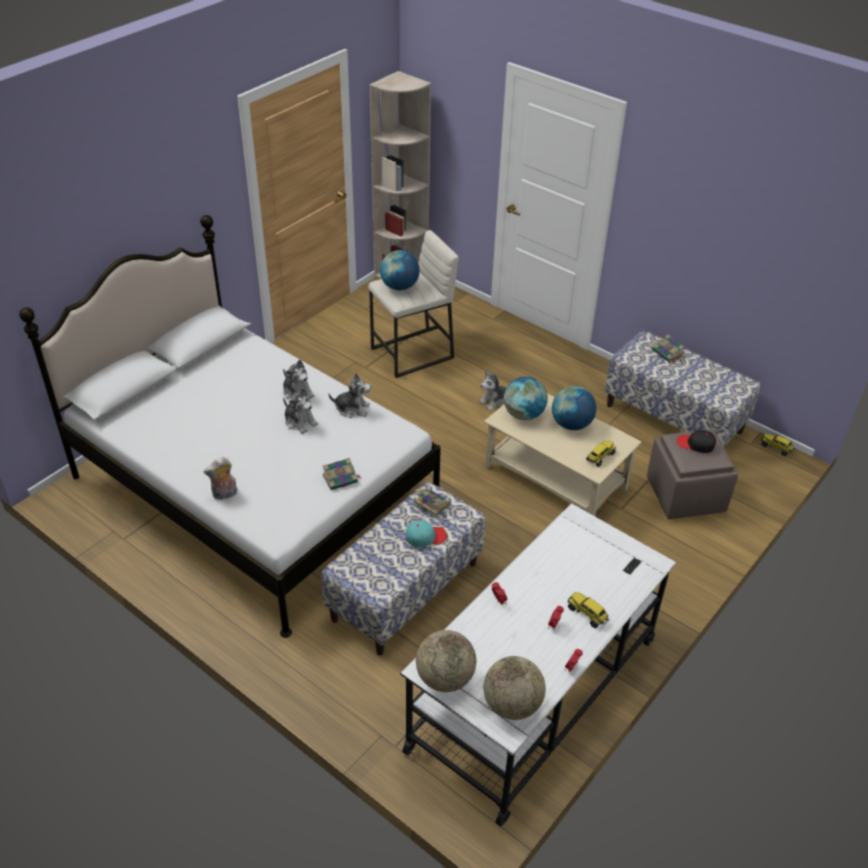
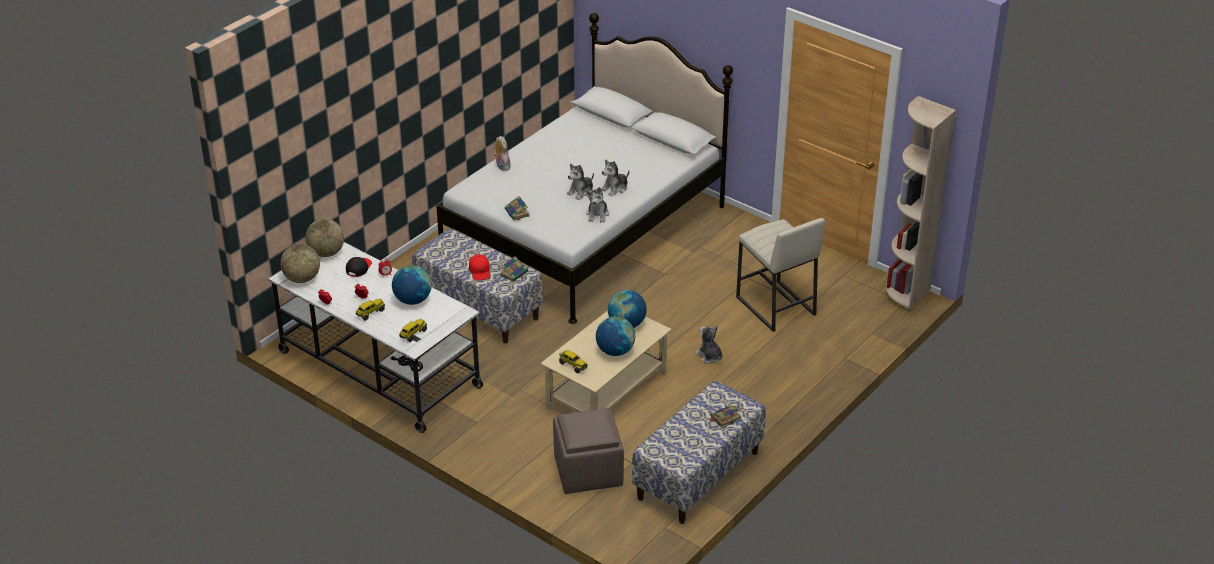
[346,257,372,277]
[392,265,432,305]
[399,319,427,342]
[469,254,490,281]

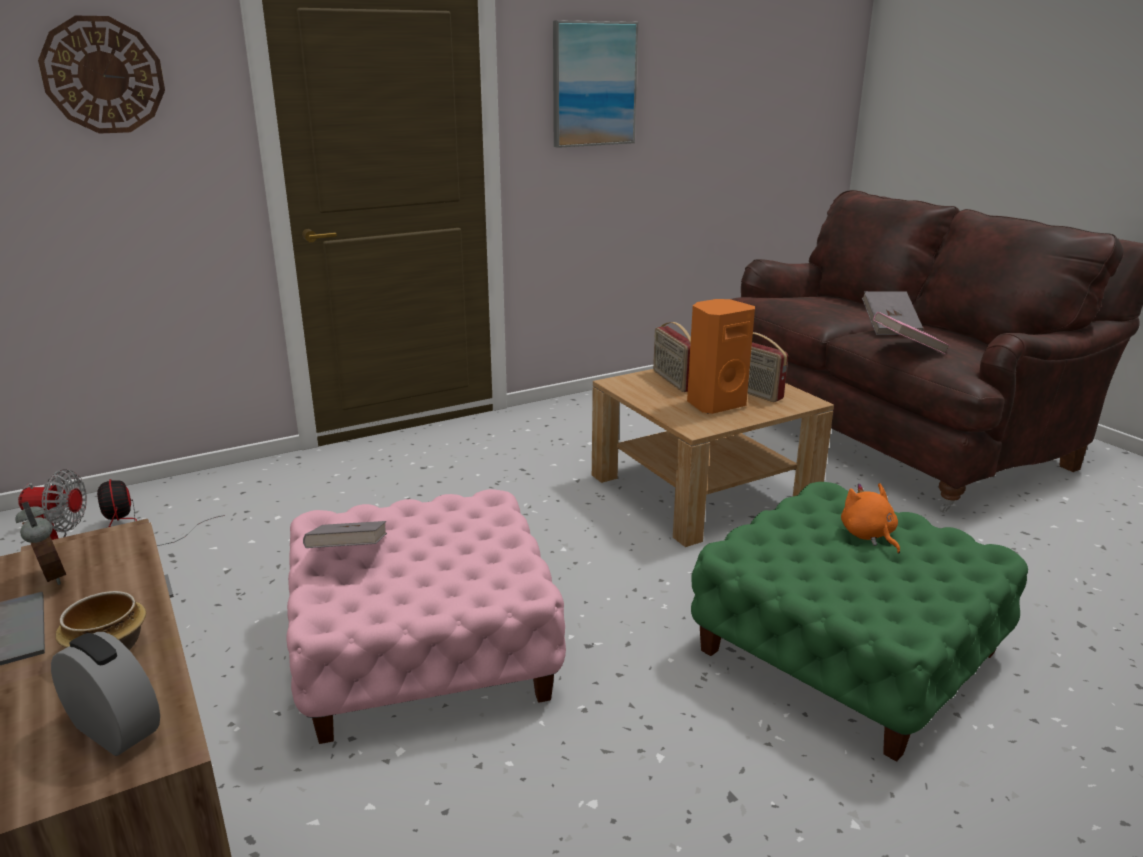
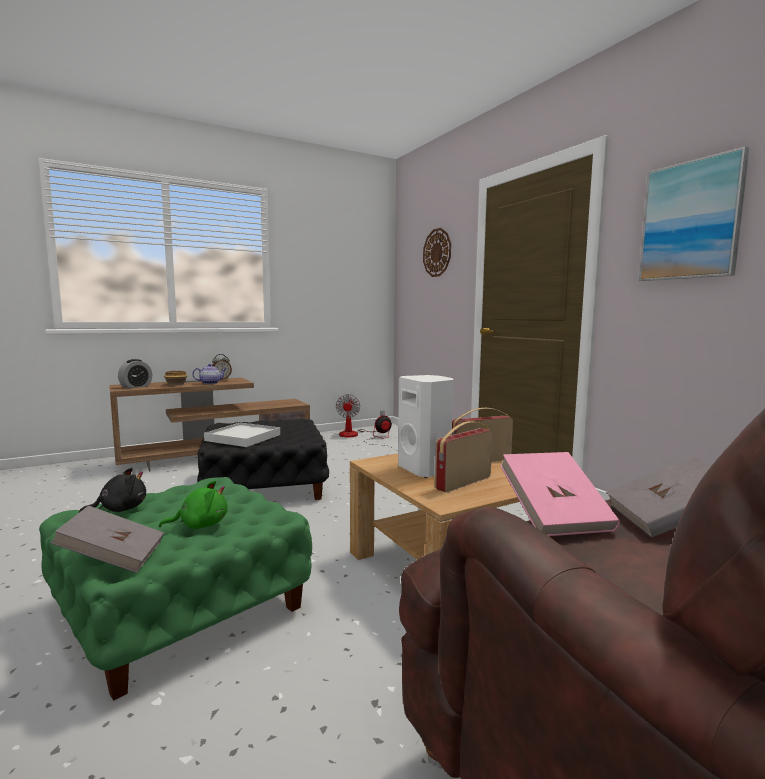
[50,506,164,573]
[79,468,146,512]
[159,481,228,529]
[192,364,227,384]
[197,419,329,500]
[204,423,280,447]
[398,375,453,478]

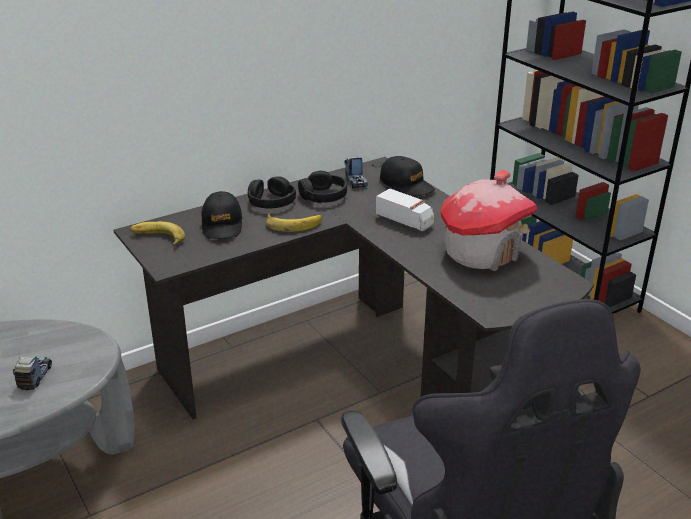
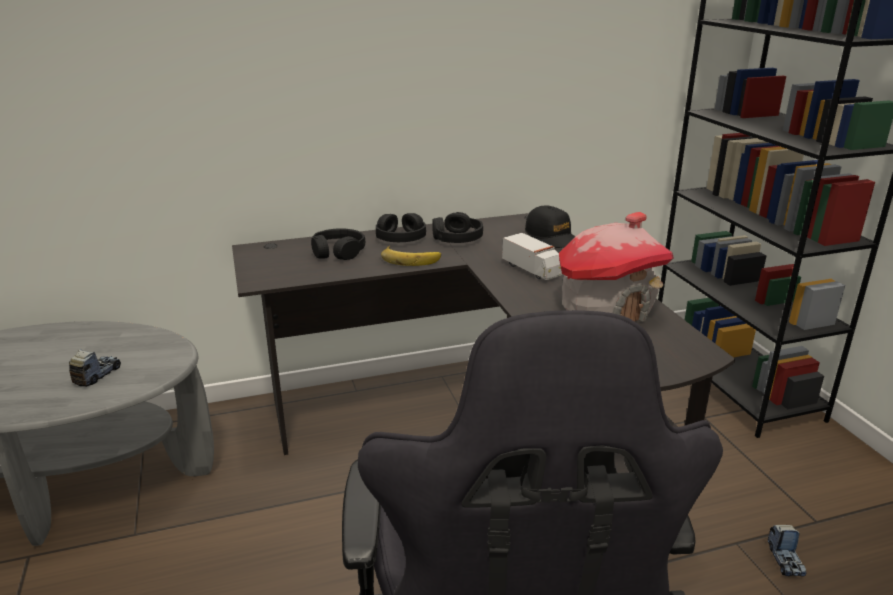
[311,228,365,260]
[768,525,806,577]
[130,221,185,246] (first image)

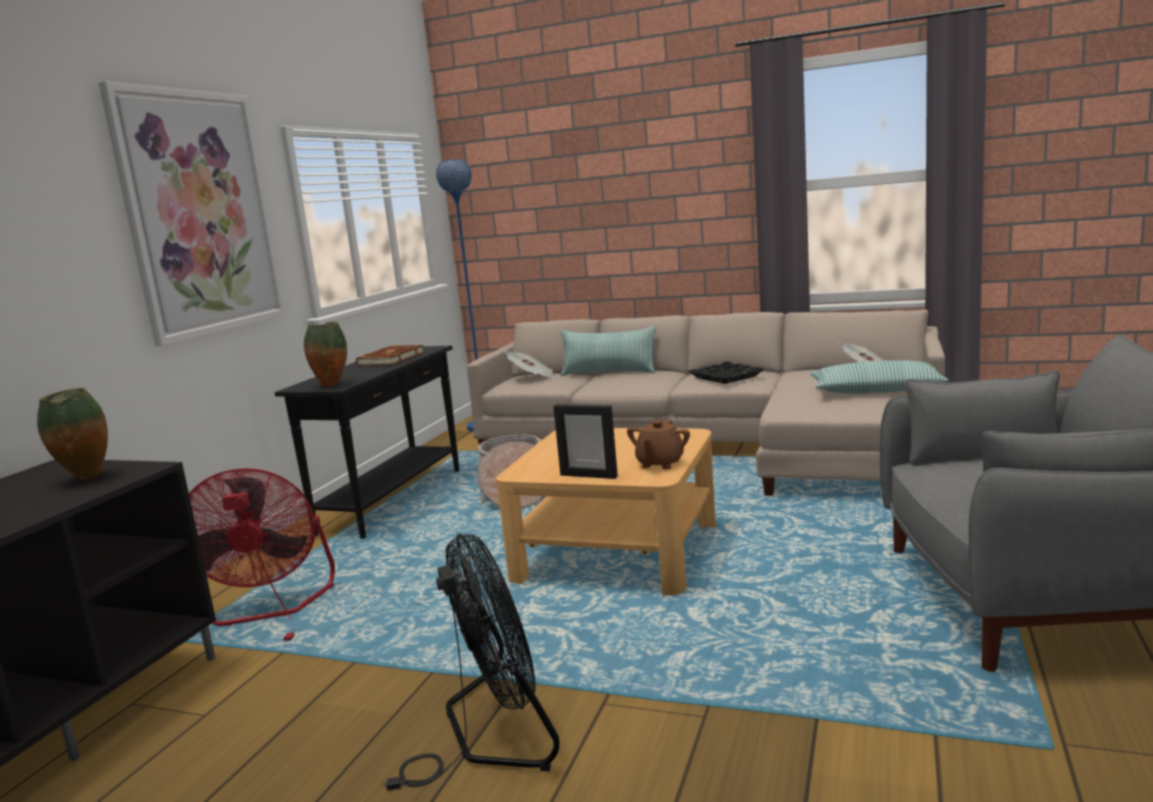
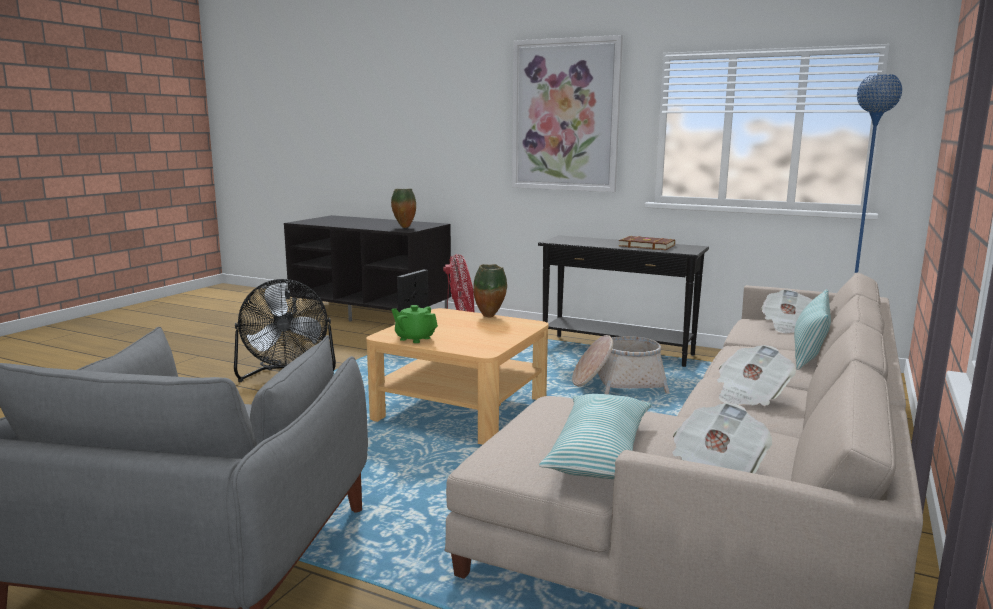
[391,305,438,343]
[473,264,507,318]
[717,345,796,406]

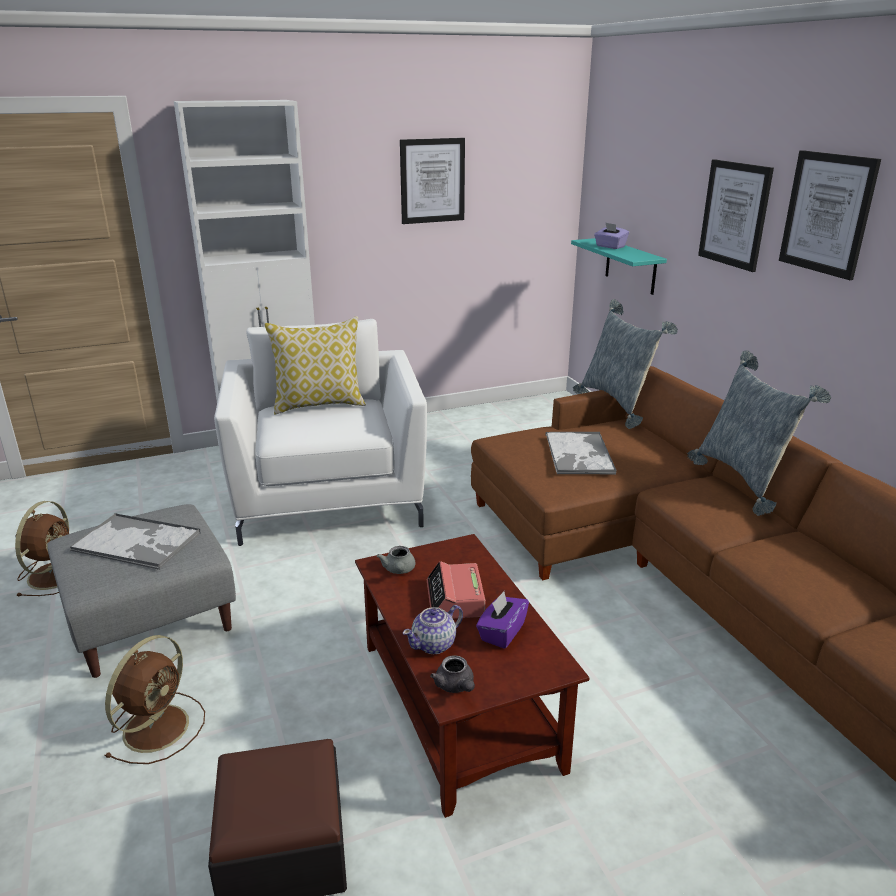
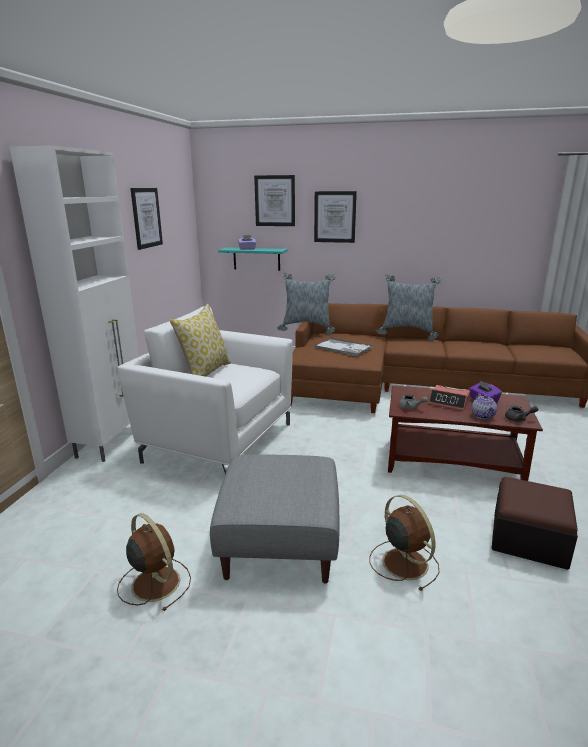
[254,175,295,226]
[69,513,201,570] (first image)

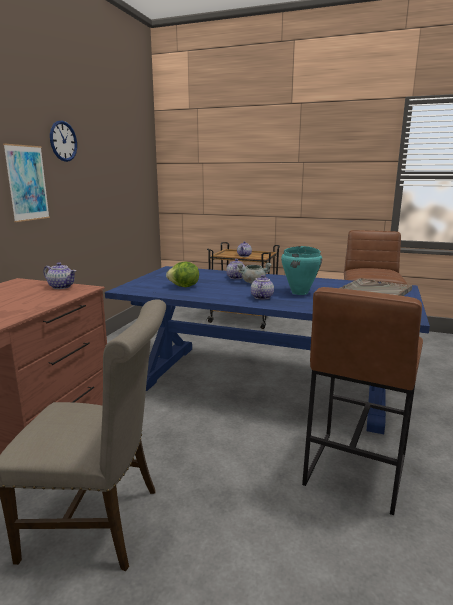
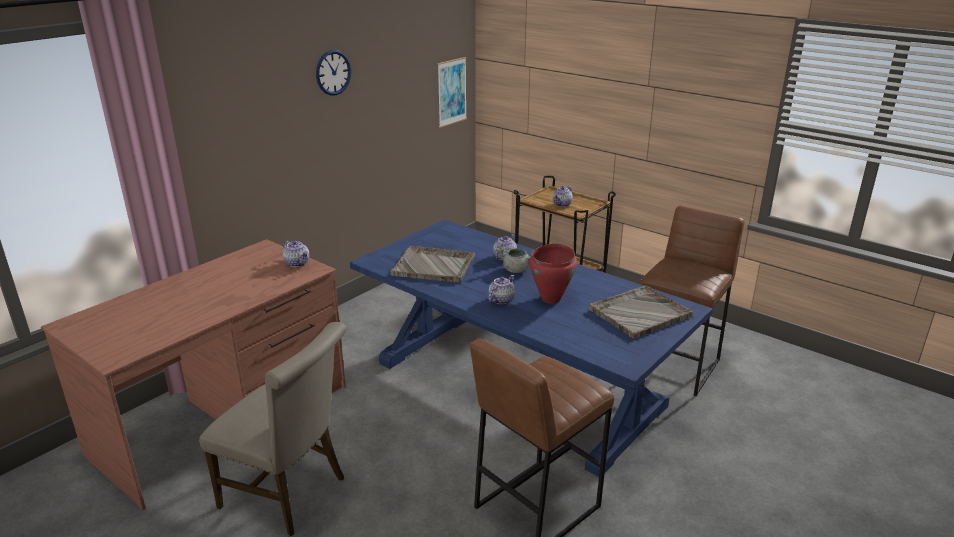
[390,246,475,283]
[438,57,467,128]
[529,244,577,304]

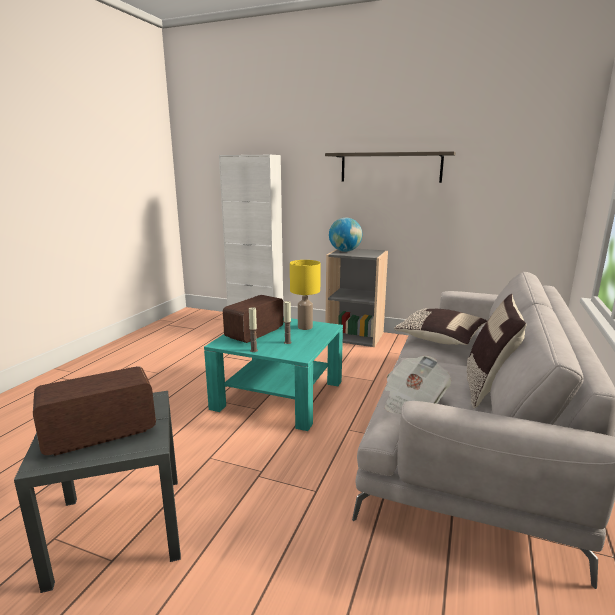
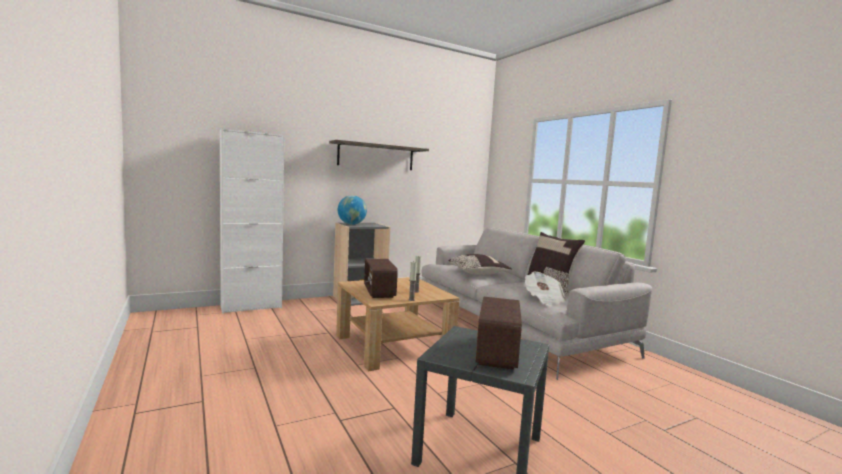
[336,277,459,371]
[290,260,321,330] (first image)

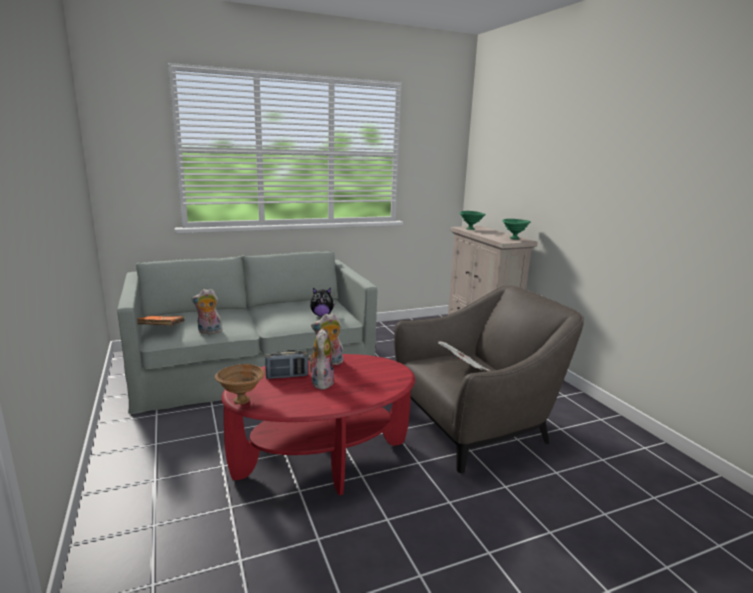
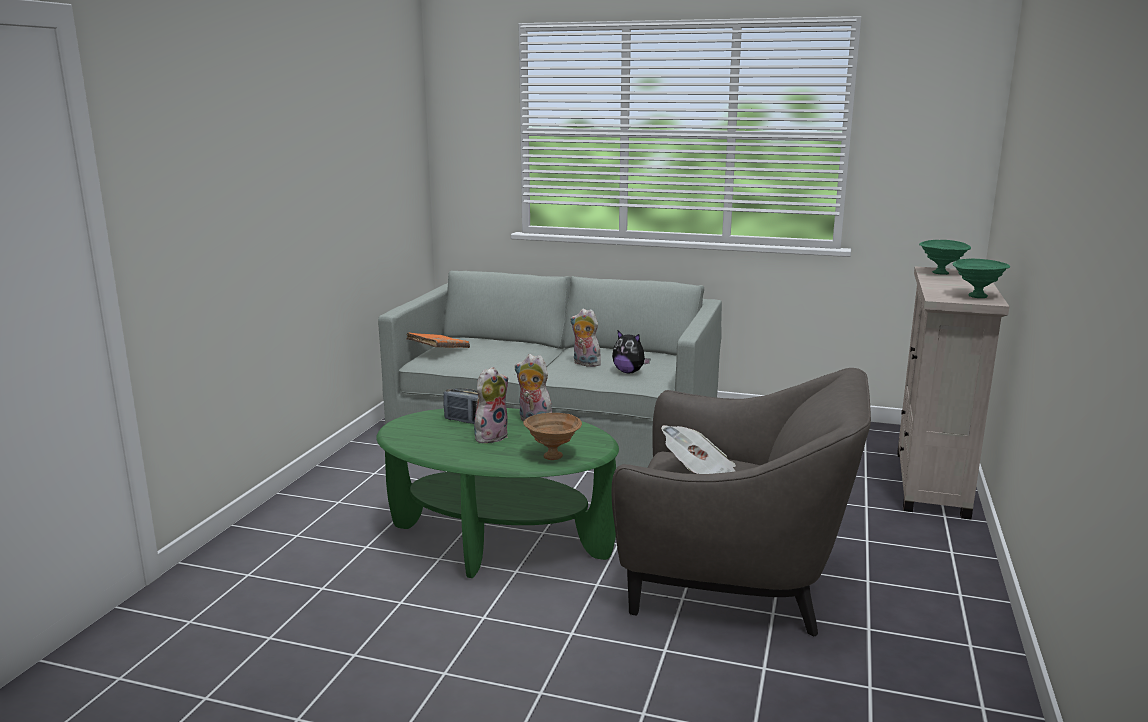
[376,408,619,578]
[523,413,582,460]
[570,309,601,367]

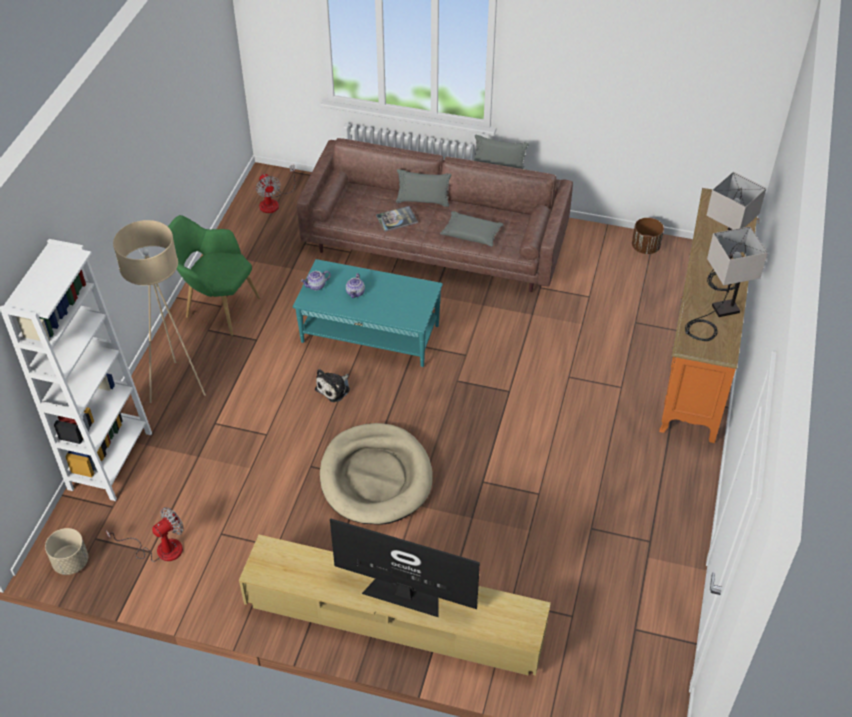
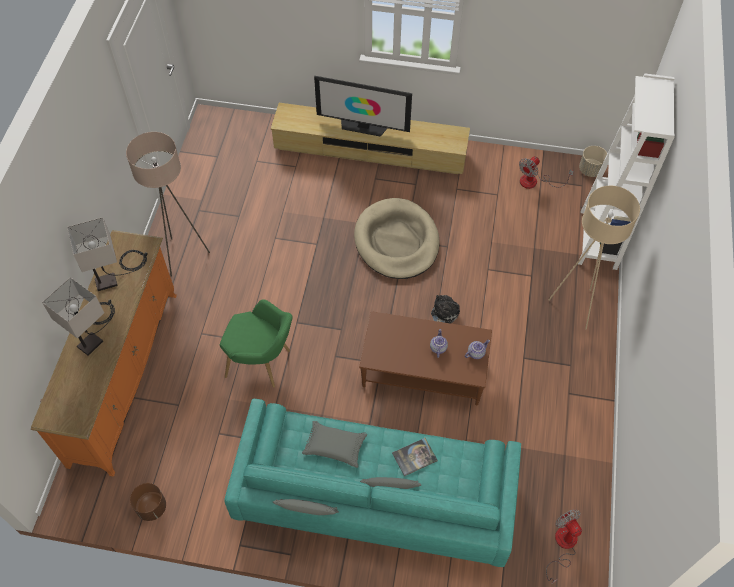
[126,132,210,277]
[220,299,293,387]
[224,399,521,567]
[359,311,492,406]

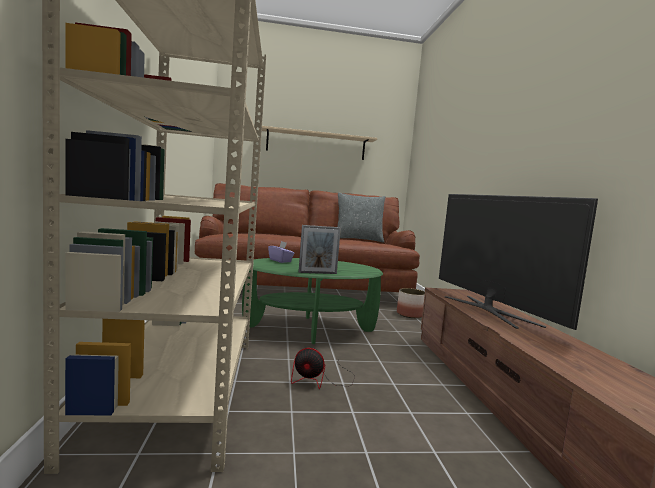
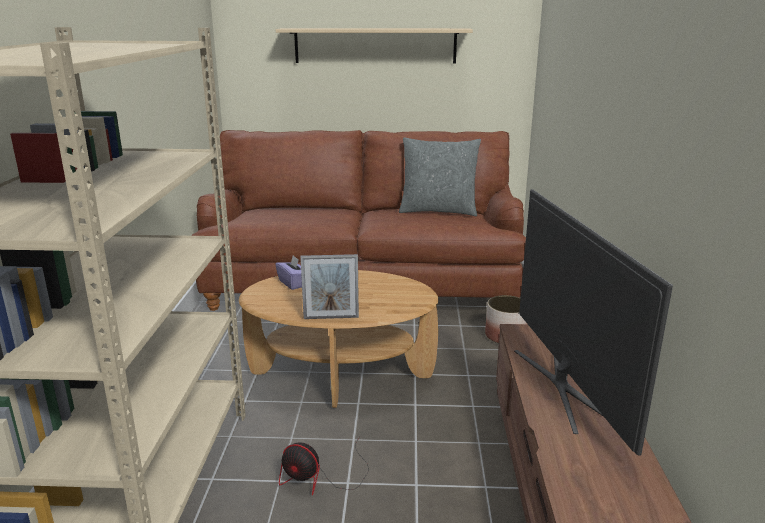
[239,270,438,408]

